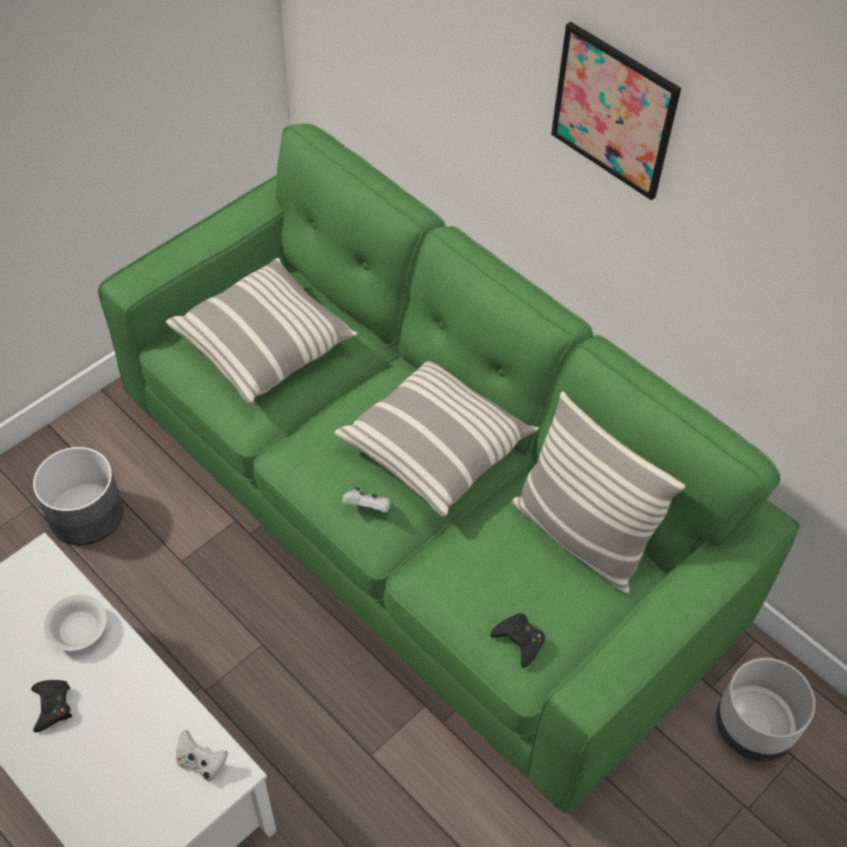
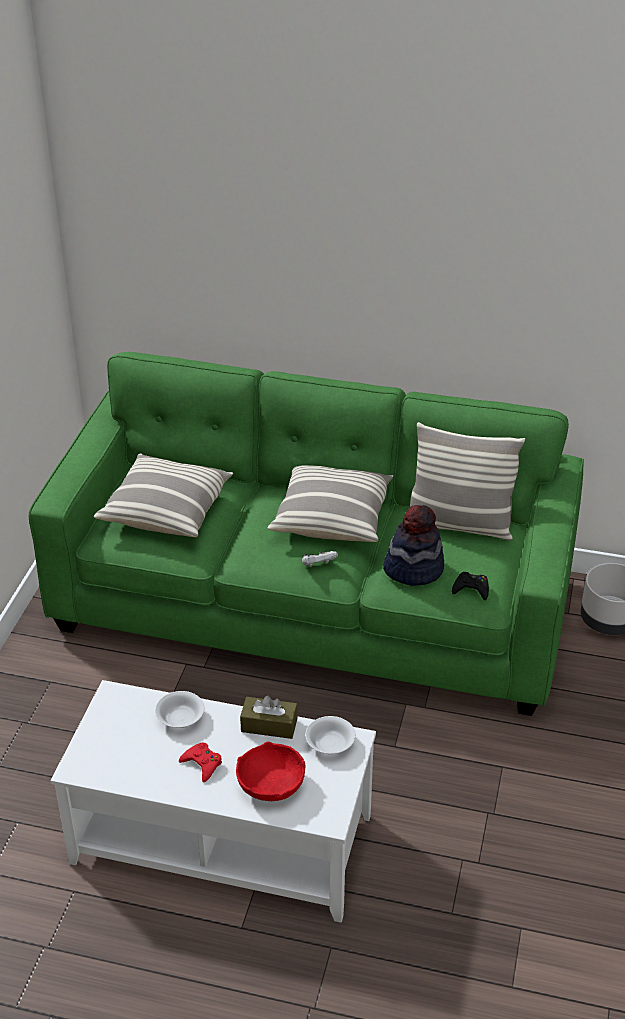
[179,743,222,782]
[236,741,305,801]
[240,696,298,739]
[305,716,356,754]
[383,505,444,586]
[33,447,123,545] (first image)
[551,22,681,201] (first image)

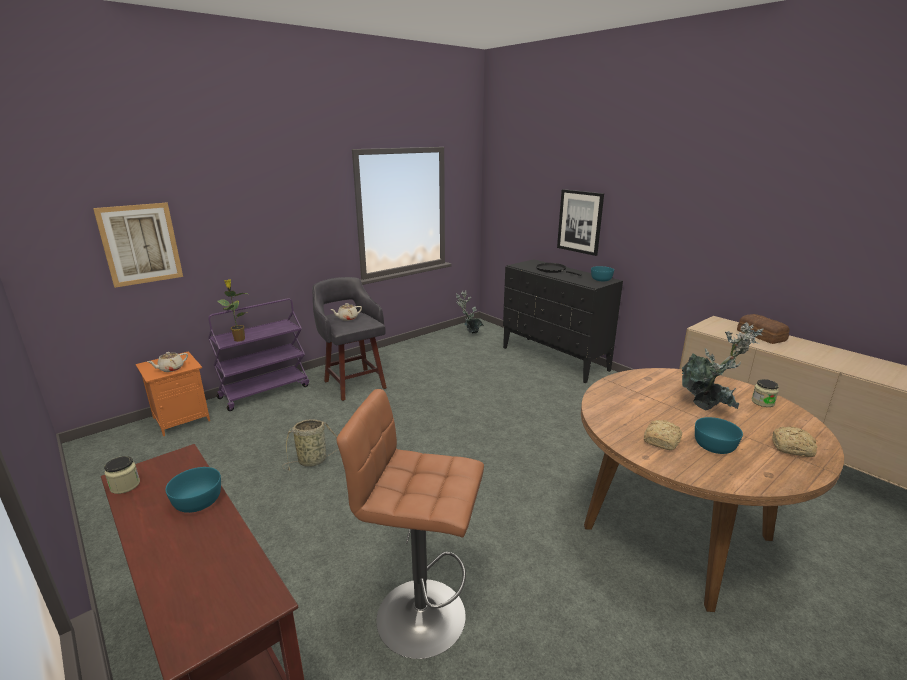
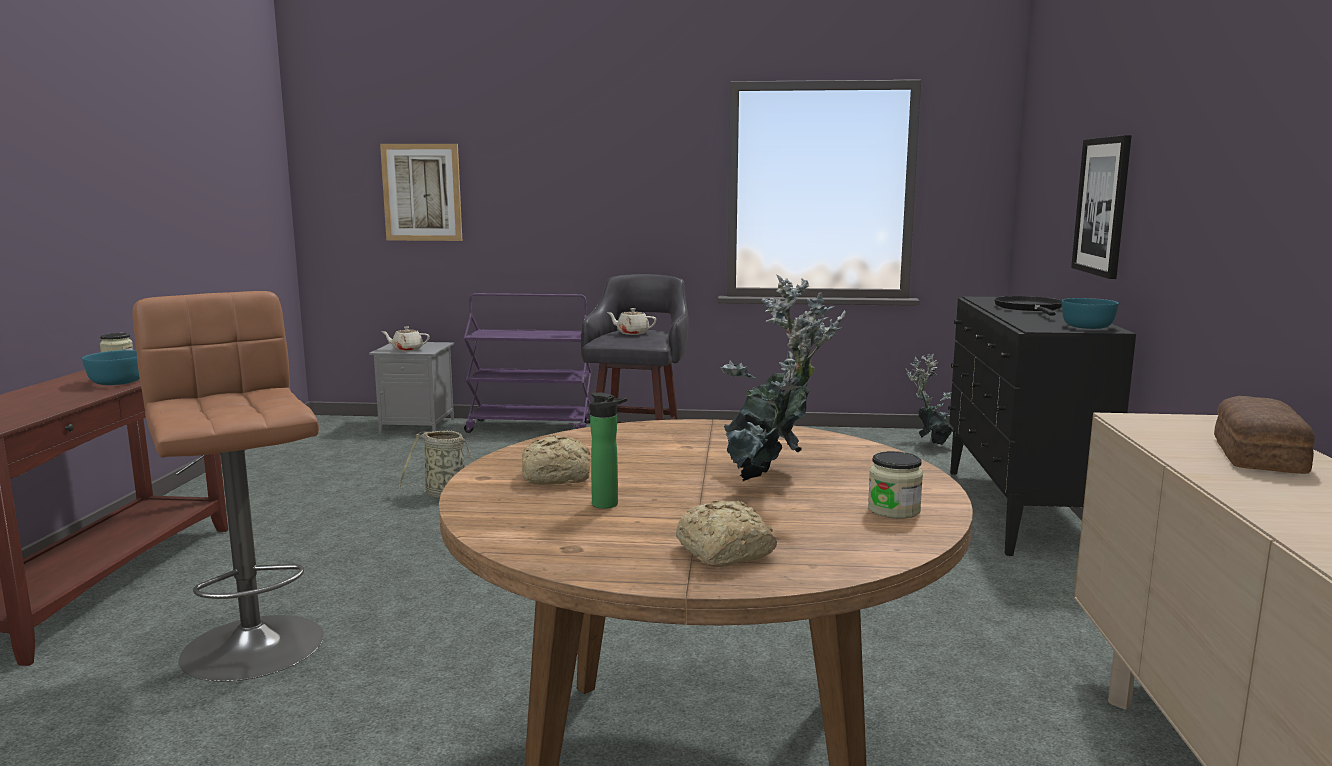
[369,342,454,433]
[590,393,627,509]
[218,279,247,342] (first image)

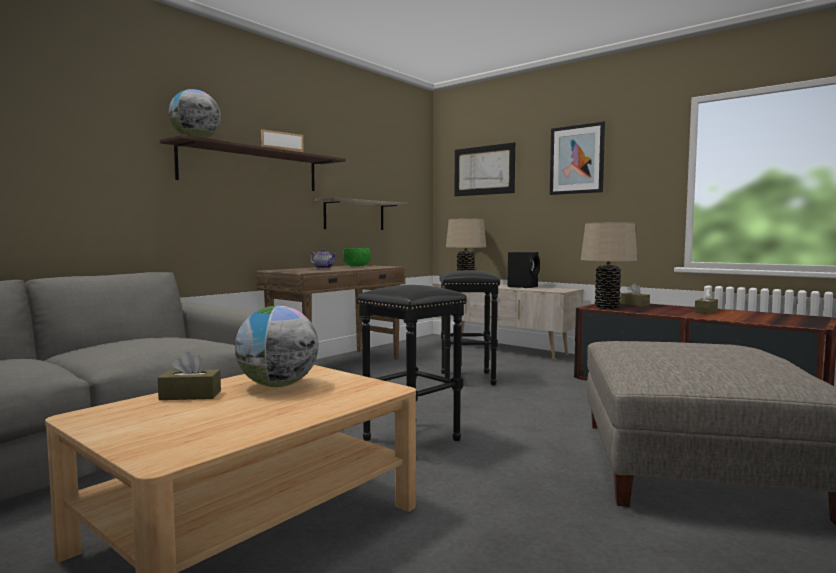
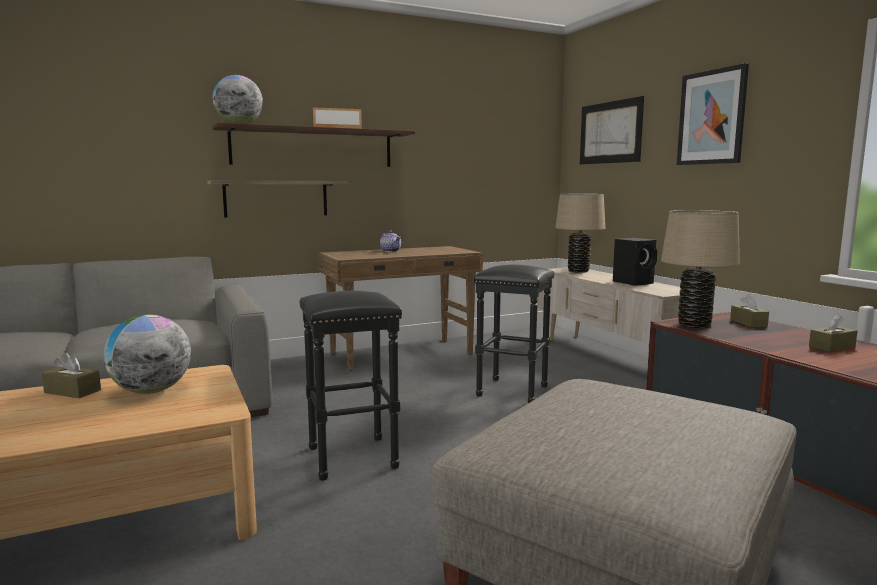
[207,181,347,217]
[343,248,371,266] (first image)

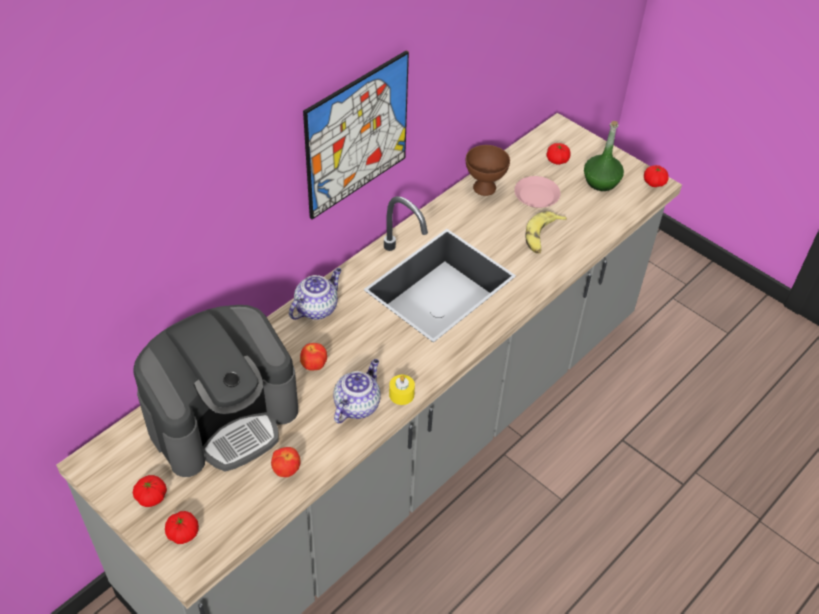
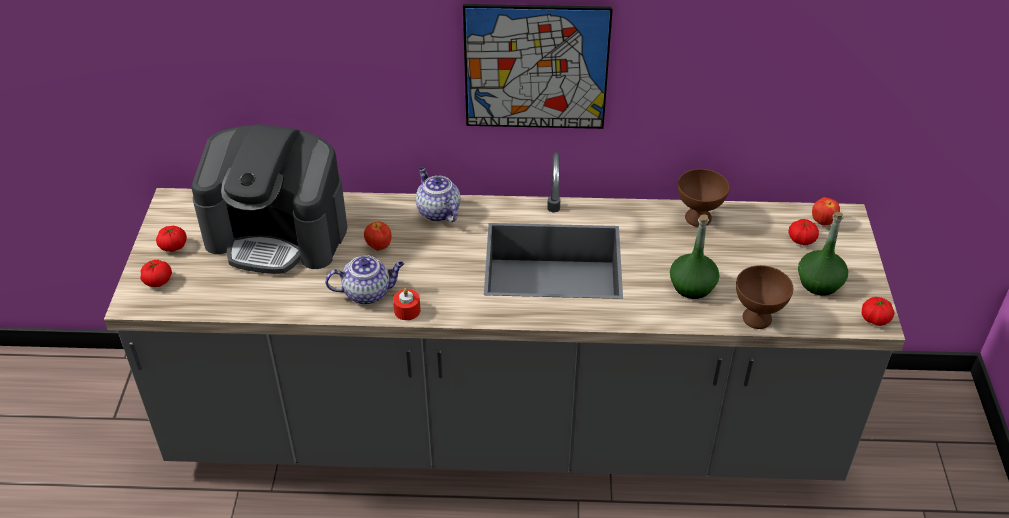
[393,288,421,320]
[416,167,461,222]
[670,214,719,299]
[736,265,793,329]
[812,197,840,225]
[514,176,561,208] (first image)

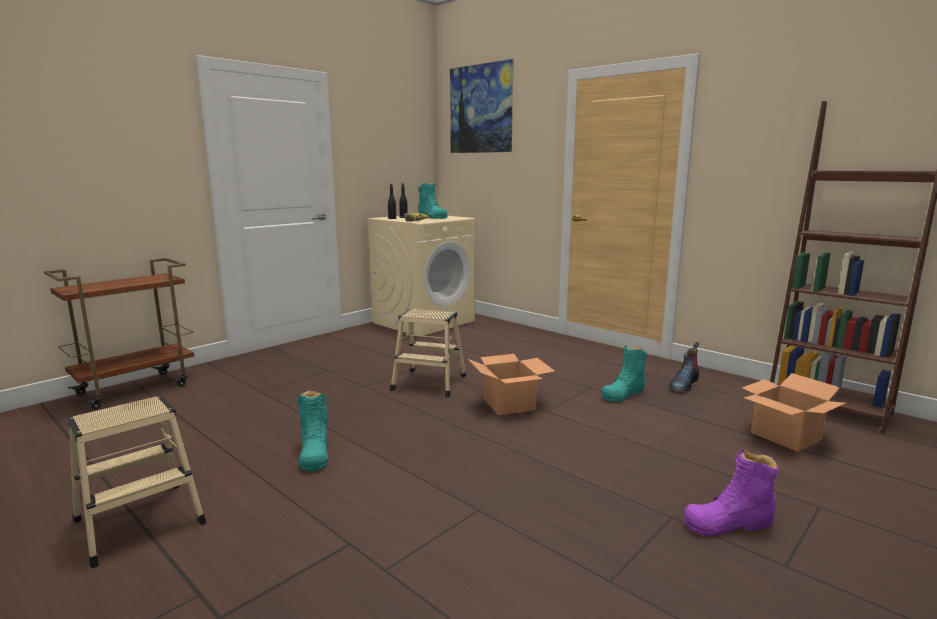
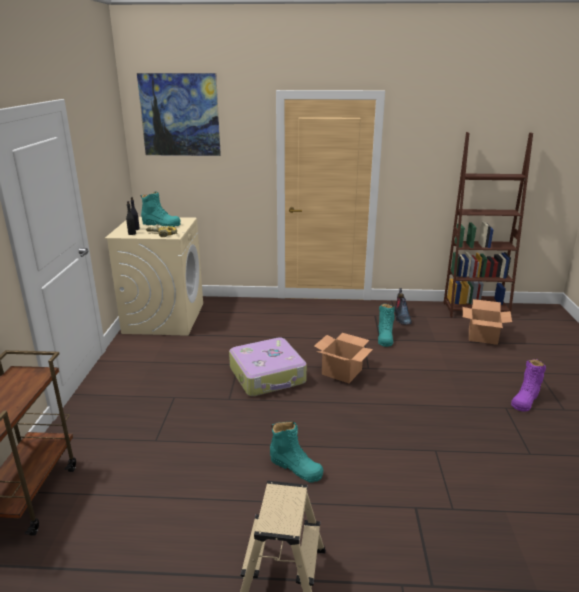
[229,337,307,396]

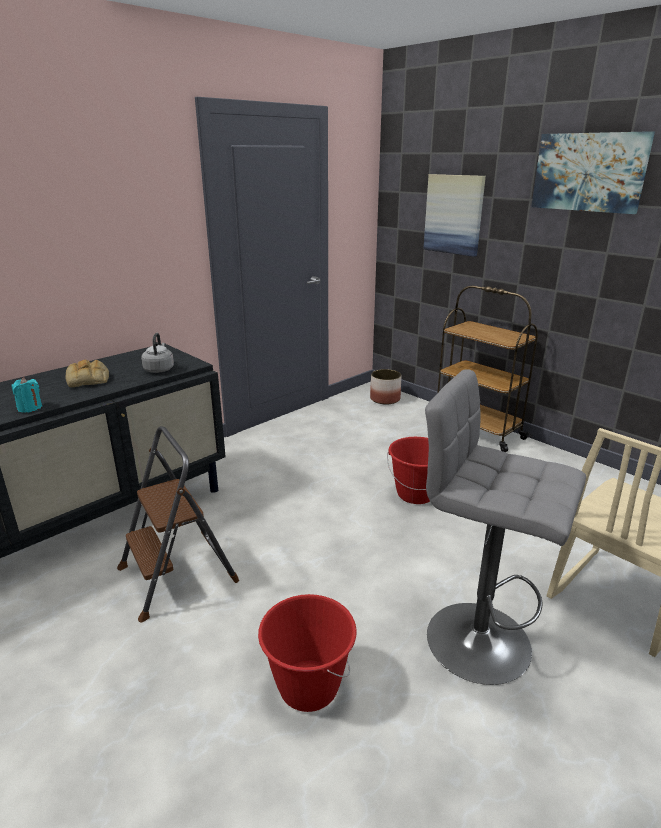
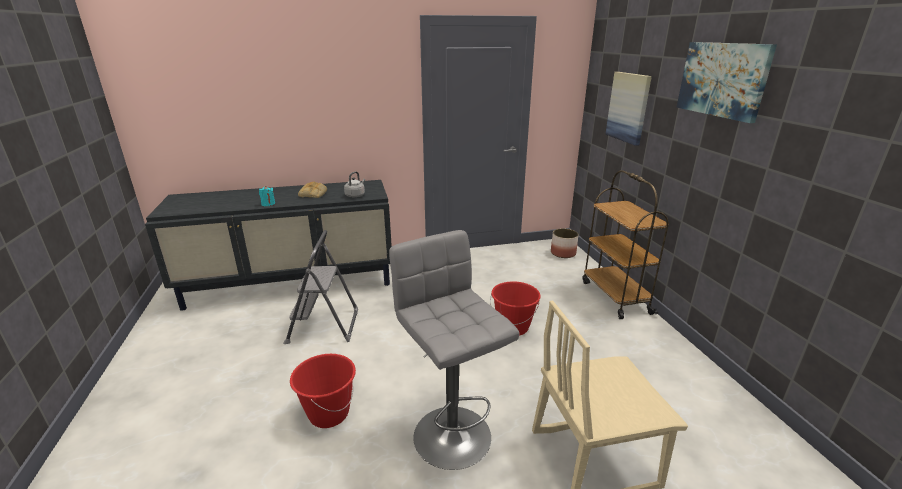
[283,230,358,344]

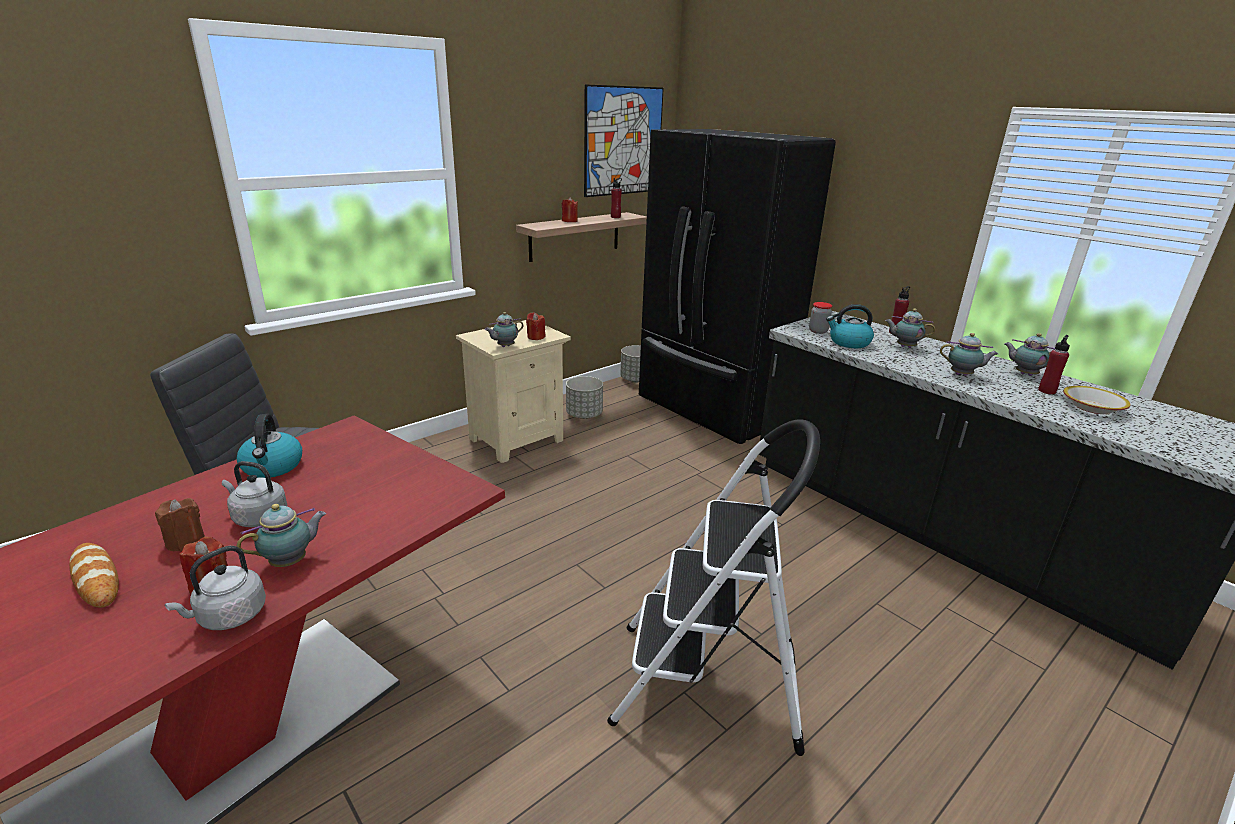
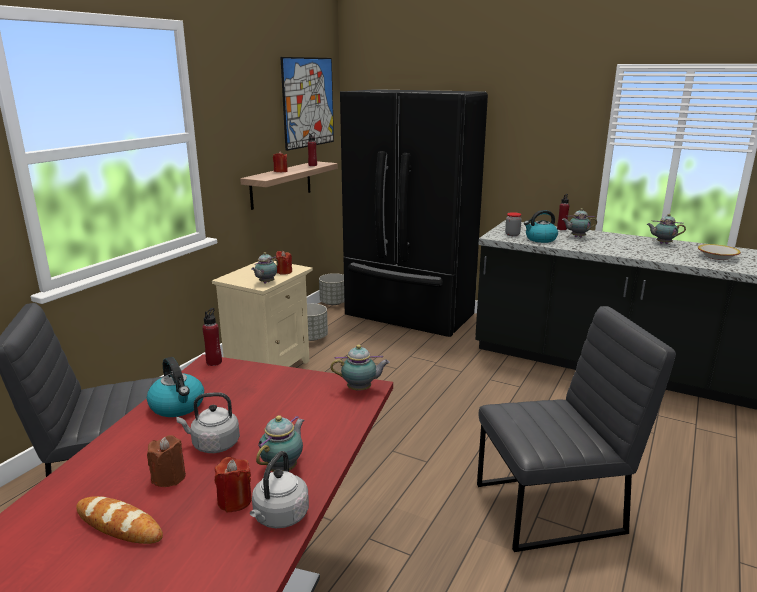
[202,308,222,366]
[331,344,390,391]
[477,306,676,552]

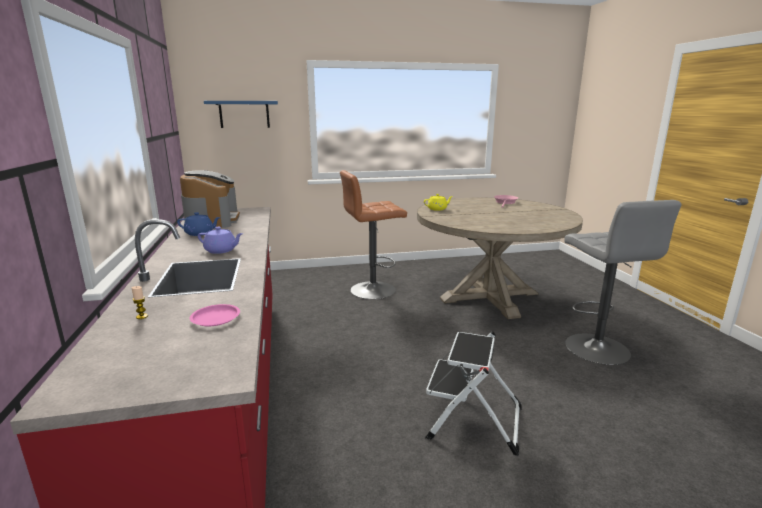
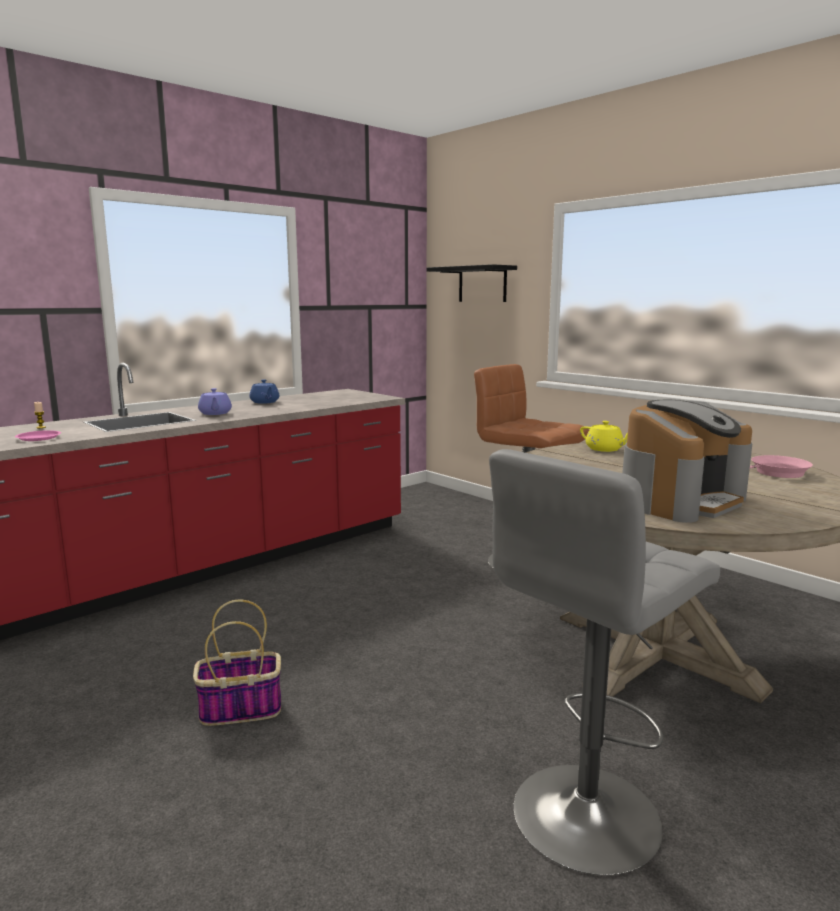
[193,600,281,726]
[427,264,517,302]
[622,400,752,523]

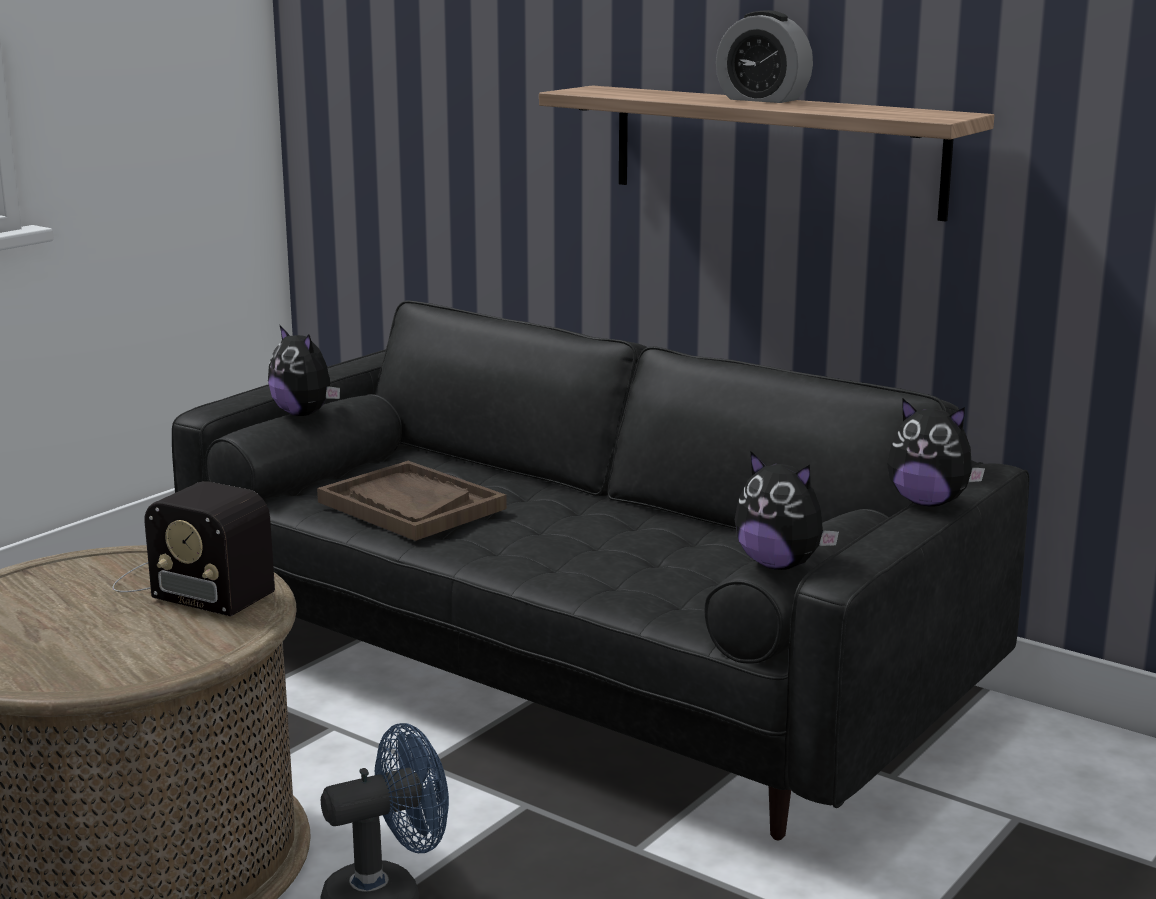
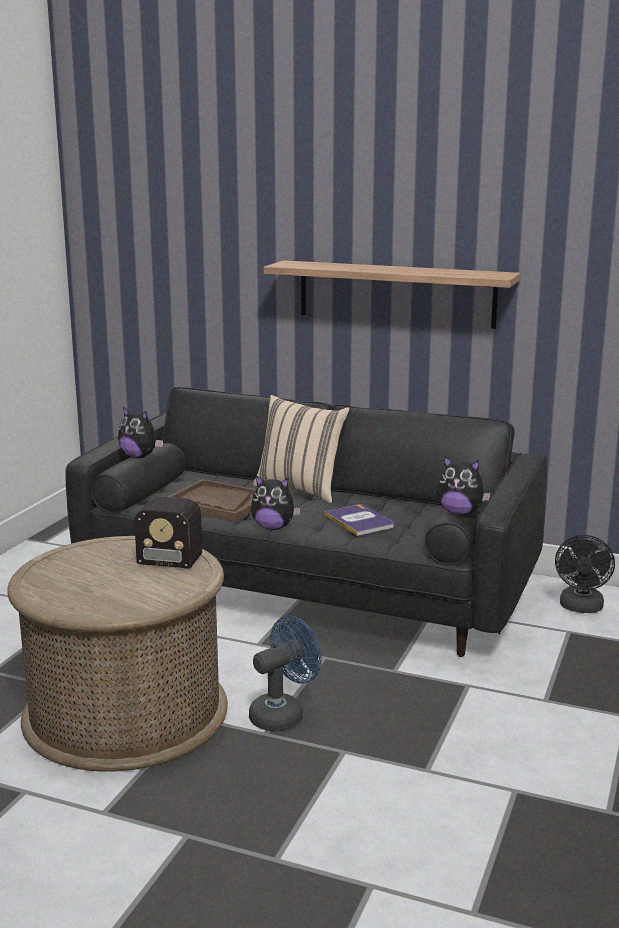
[251,475,301,530]
[253,395,350,503]
[325,504,394,536]
[555,535,615,613]
[716,10,813,103] (first image)

